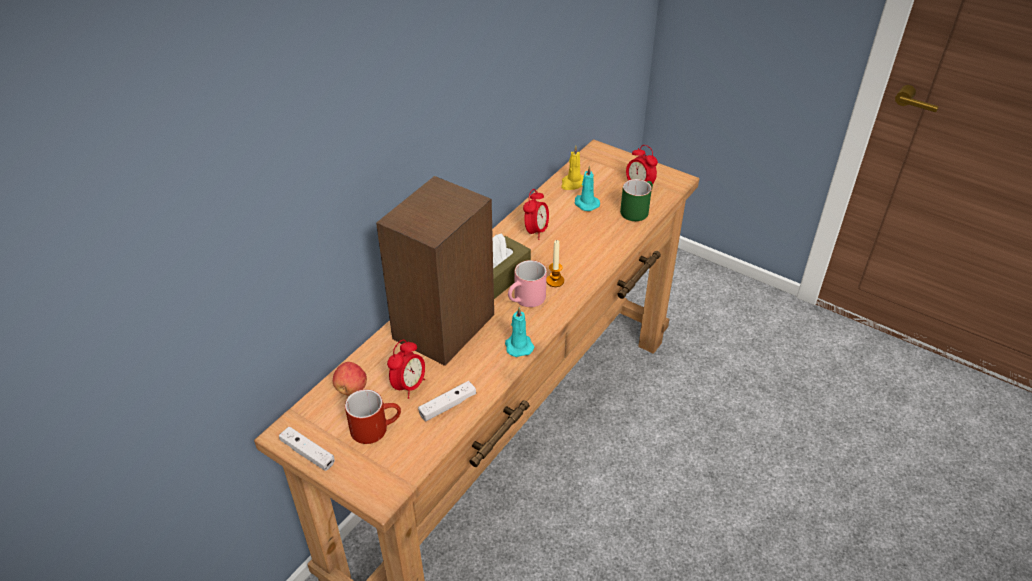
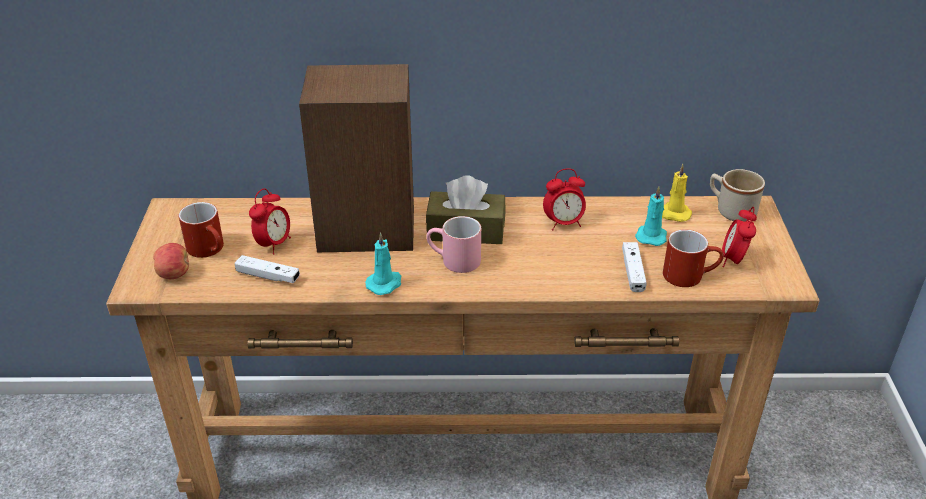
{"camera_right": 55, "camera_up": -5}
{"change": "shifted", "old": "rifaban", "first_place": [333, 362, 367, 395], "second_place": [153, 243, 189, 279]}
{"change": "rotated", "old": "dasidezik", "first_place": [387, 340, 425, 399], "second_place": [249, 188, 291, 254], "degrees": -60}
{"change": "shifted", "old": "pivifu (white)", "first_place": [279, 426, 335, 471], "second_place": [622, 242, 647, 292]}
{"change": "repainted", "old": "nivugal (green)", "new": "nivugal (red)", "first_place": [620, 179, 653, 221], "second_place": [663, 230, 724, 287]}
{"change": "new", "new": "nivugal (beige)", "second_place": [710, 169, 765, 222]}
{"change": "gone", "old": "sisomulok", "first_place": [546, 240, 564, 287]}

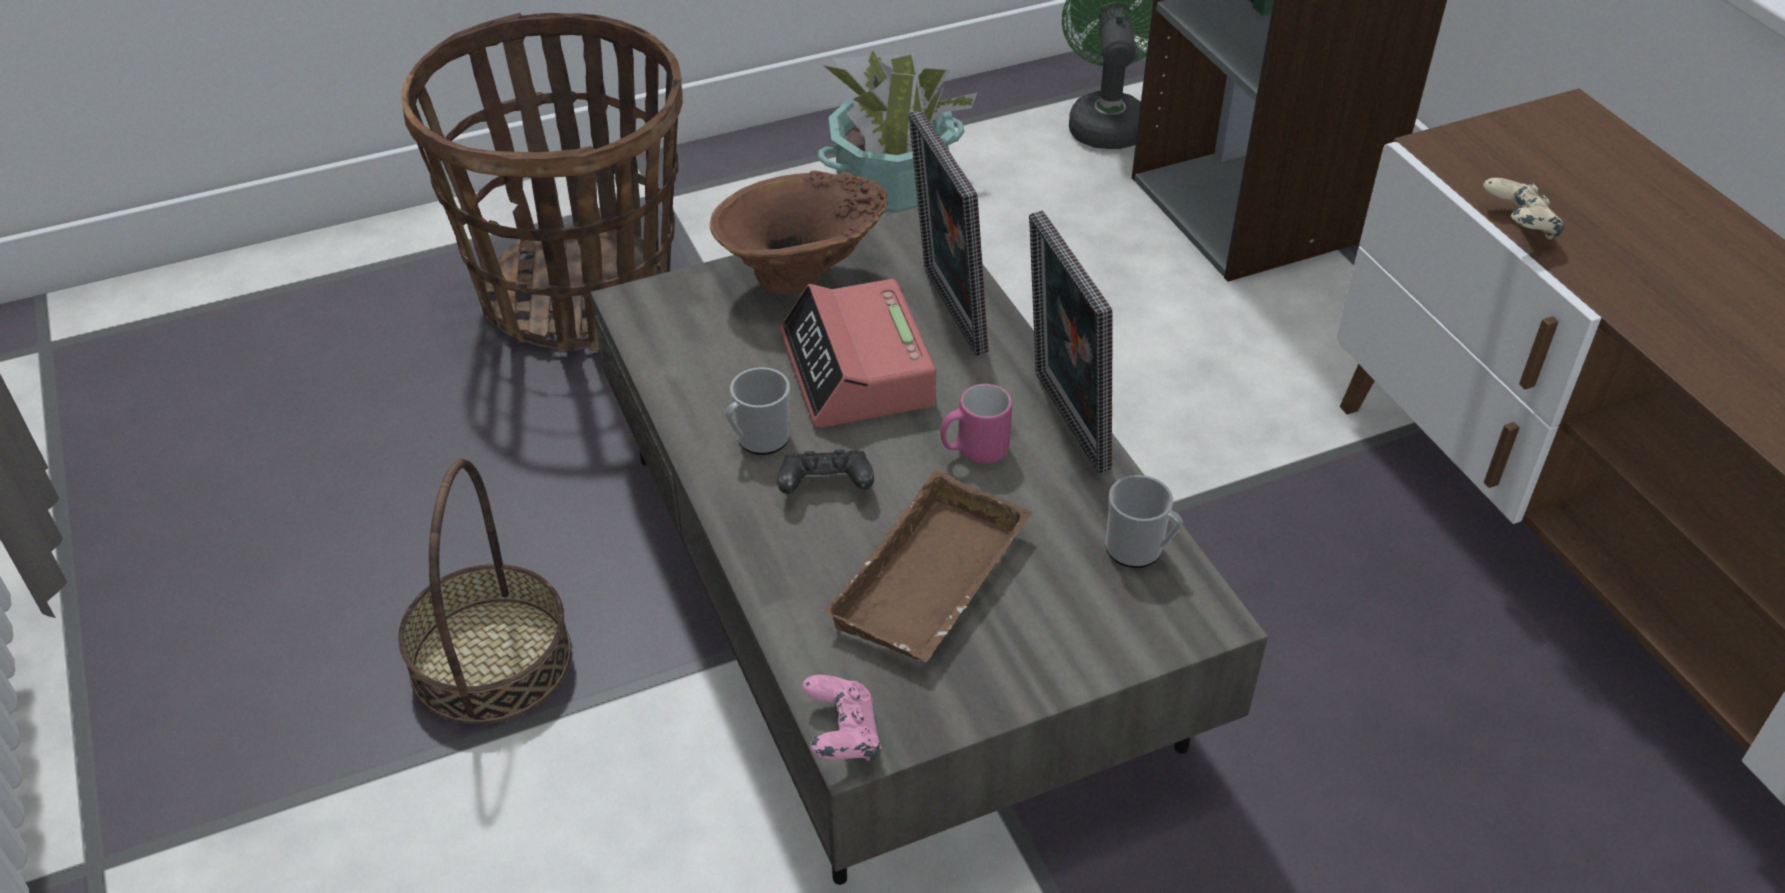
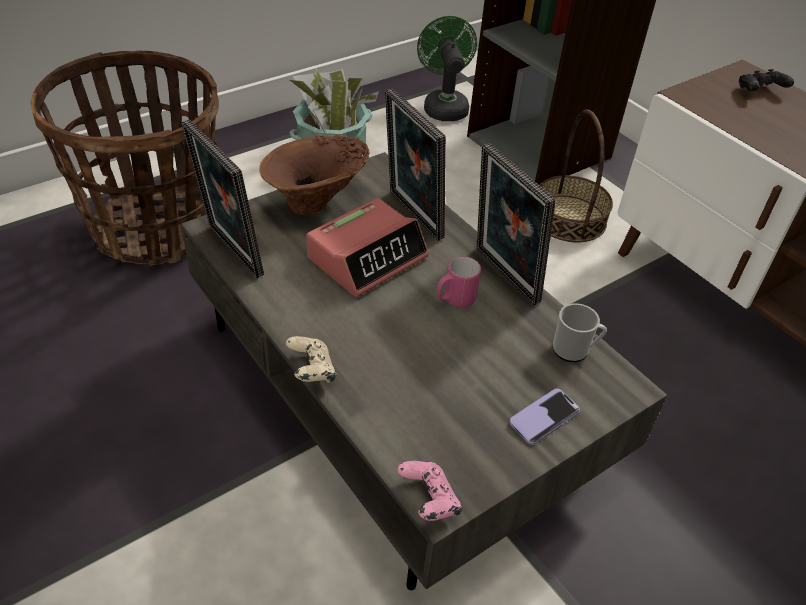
{"camera_right": -15, "camera_up": 0}
{"change": "new", "new": "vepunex", "second_place": [181, 119, 264, 278]}
{"change": "shifted", "old": "pivifu (beige)", "first_place": [1483, 178, 1564, 239], "second_place": [286, 336, 336, 383]}
{"change": "rotated", "old": "dasidezik", "first_place": [780, 279, 936, 428], "second_place": [306, 198, 429, 297], "degrees": -105}
{"change": "new", "new": "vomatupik", "second_place": [509, 388, 580, 445]}
{"change": "shifted", "old": "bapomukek", "first_place": [398, 459, 571, 724], "second_place": [540, 109, 613, 242]}
{"change": "shifted", "old": "pivifu (black)", "first_place": [778, 449, 874, 494], "second_place": [739, 69, 794, 92]}
{"change": "gone", "old": "nivugal", "first_place": [725, 367, 790, 455]}
{"change": "gone", "old": "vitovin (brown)", "first_place": [824, 470, 1032, 662]}

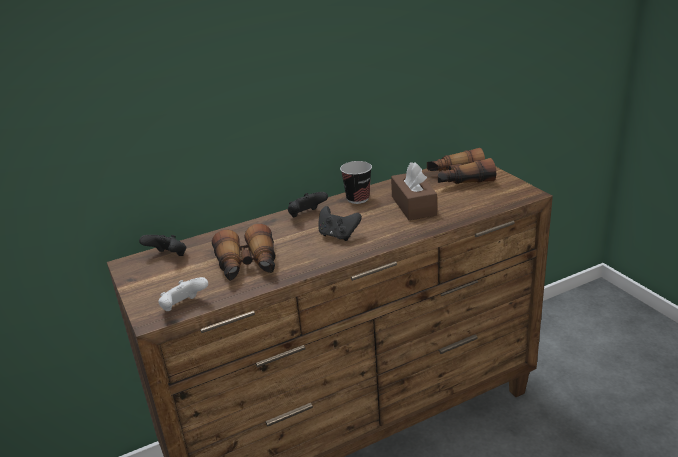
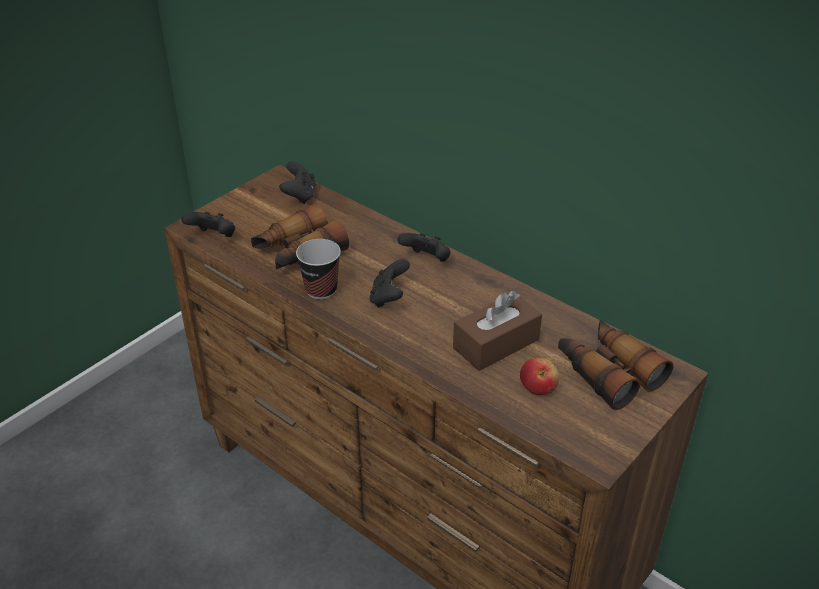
{"camera_right": 65, "camera_up": 10}
{"change": "repainted", "old": "pivifu (white)", "new": "pivifu (black)", "first_place": [158, 277, 208, 311], "second_place": [181, 212, 235, 237]}
{"change": "shifted", "old": "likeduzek", "first_place": [340, 161, 372, 204], "second_place": [296, 239, 341, 300]}
{"change": "new", "new": "rifaban", "second_place": [520, 357, 560, 395]}

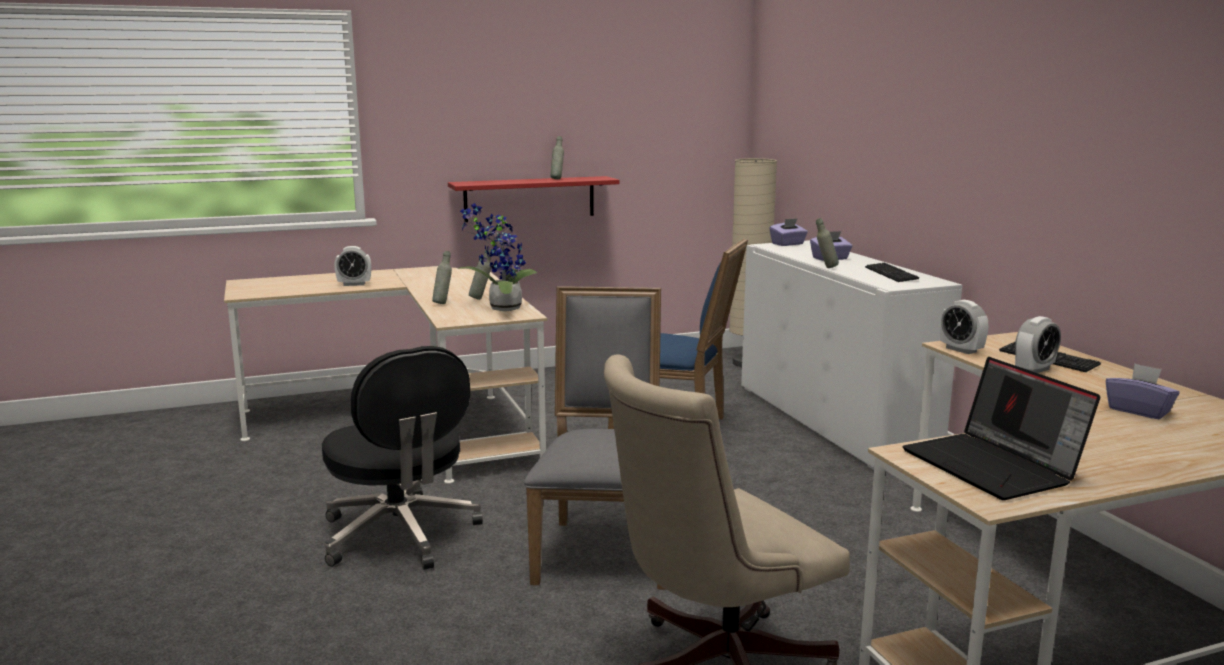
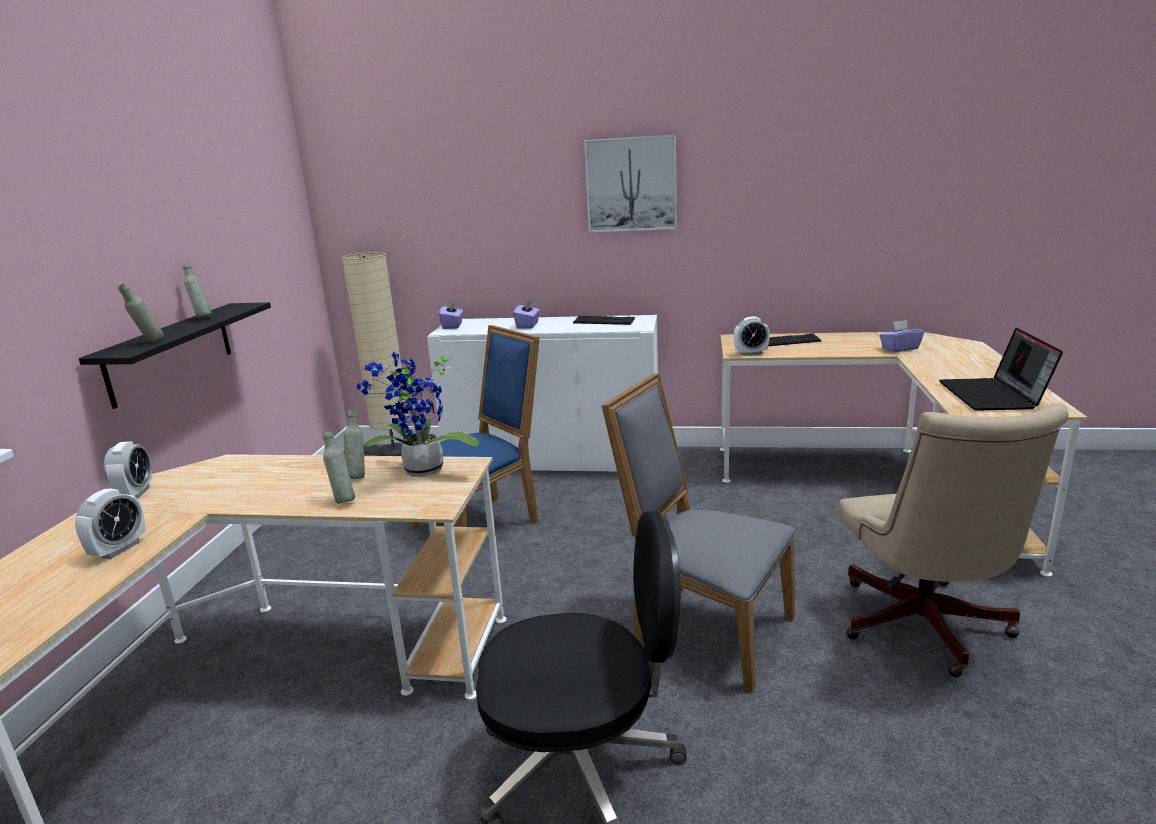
{"camera_right": -60, "camera_up": 5}
{"change": "repainted", "old": "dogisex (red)", "new": "dogisex (black)", "first_place": [448, 176, 619, 222], "second_place": [79, 302, 271, 409]}
{"change": "shifted", "old": "dasidezik", "first_place": [1015, 316, 1061, 373], "second_place": [104, 441, 152, 499]}
{"change": "shifted", "old": "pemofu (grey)", "first_place": [816, 218, 839, 268], "second_place": [118, 284, 164, 342]}
{"change": "new", "new": "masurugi", "second_place": [584, 134, 677, 233]}
{"change": "rotated", "old": "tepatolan", "first_place": [902, 357, 1100, 500], "second_place": [939, 328, 1063, 411], "degrees": 90}

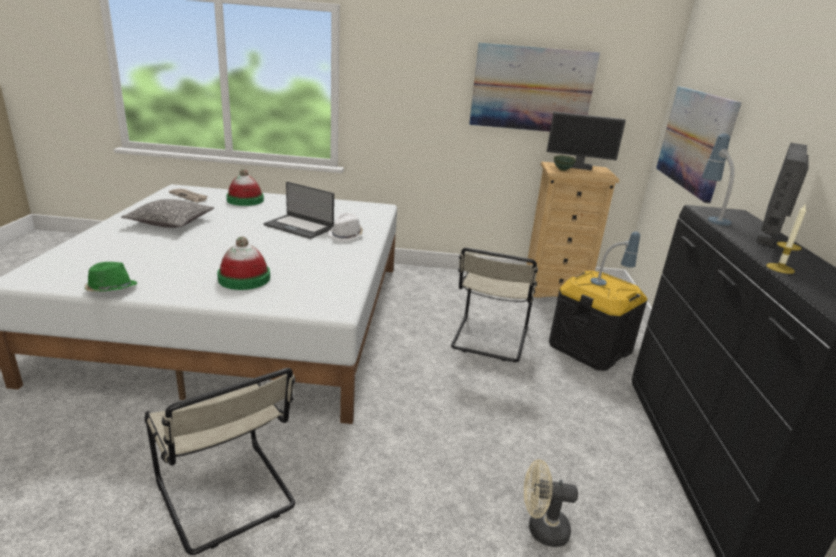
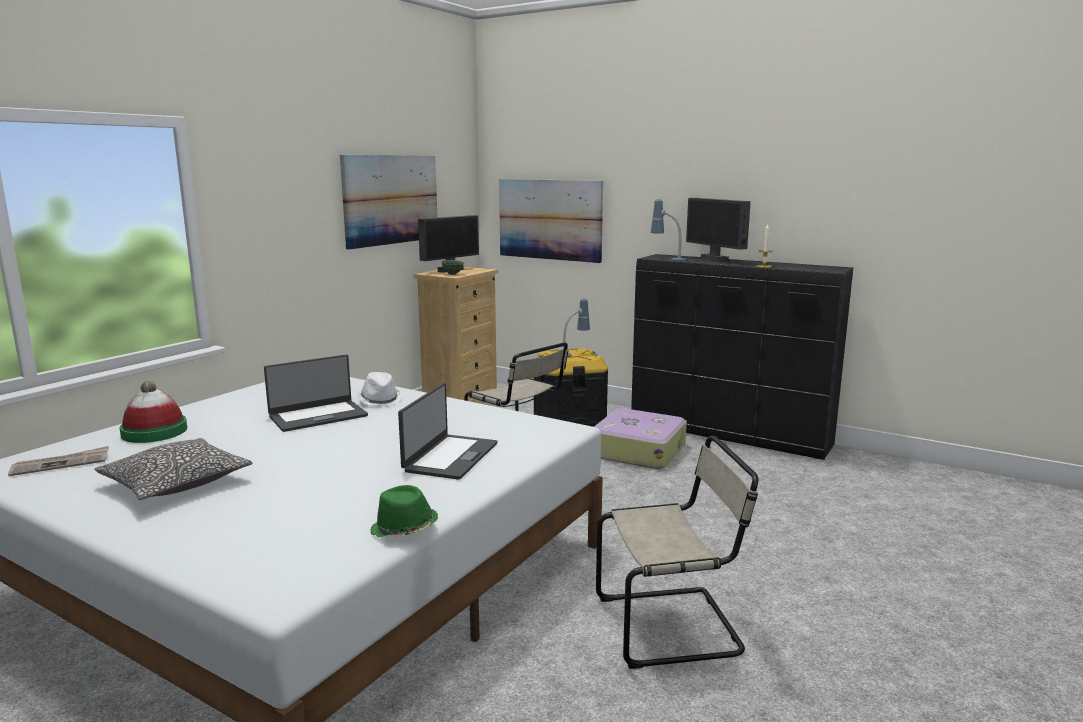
{"camera_right": -60, "camera_up": -10}
{"change": "swapped", "old": "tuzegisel", "new": "tepatolan", "first_place": [217, 237, 270, 290], "second_place": [398, 383, 498, 480]}
{"change": "new", "new": "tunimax", "second_place": [594, 408, 687, 469]}
{"change": "gone", "old": "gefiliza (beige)", "first_place": [524, 459, 578, 547]}

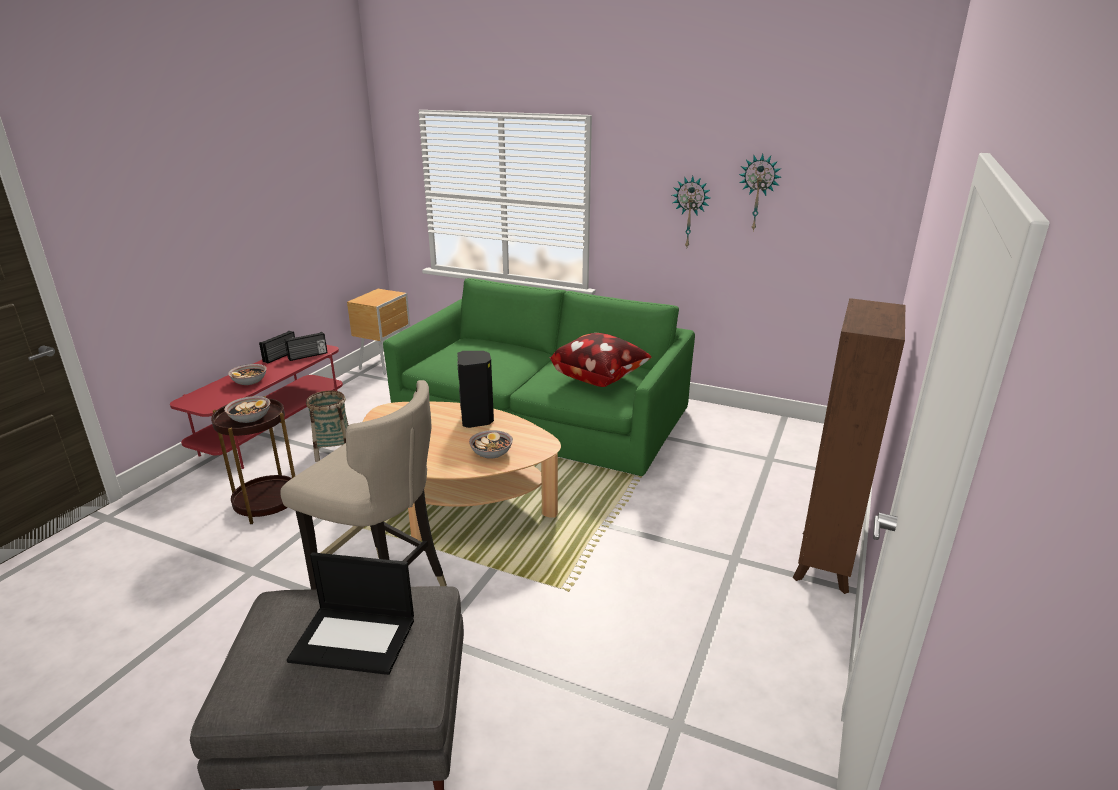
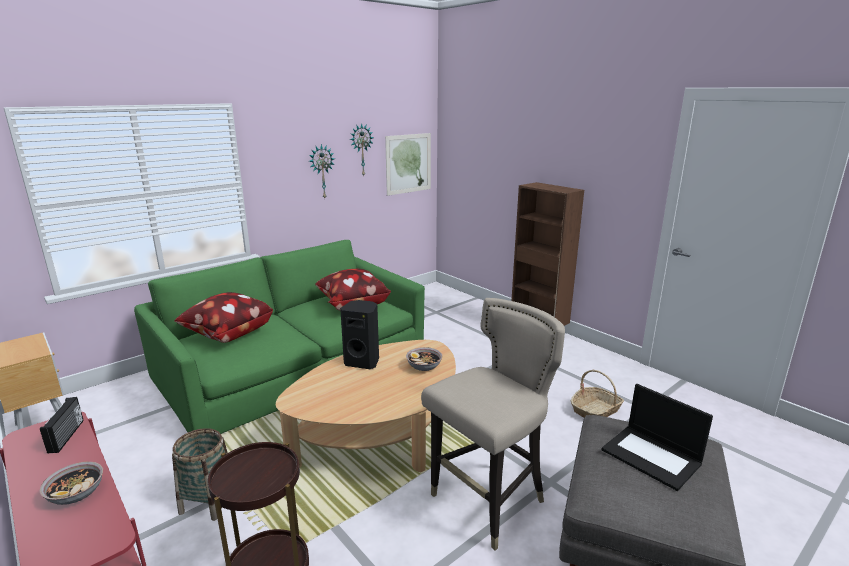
{"camera_right": -65, "camera_up": -5}
{"change": "new", "new": "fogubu", "second_place": [174, 292, 273, 343]}
{"change": "new", "new": "masurugi", "second_place": [385, 133, 431, 196]}
{"change": "new", "new": "bapomukek", "second_place": [571, 370, 624, 418]}
{"change": "rotated", "old": "tepatolan", "first_place": [287, 552, 414, 675], "second_place": [601, 384, 713, 491], "degrees": 105}
{"change": "gone", "old": "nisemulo", "first_place": [224, 396, 270, 423]}
{"change": "gone", "old": "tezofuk", "first_place": [259, 331, 295, 363]}

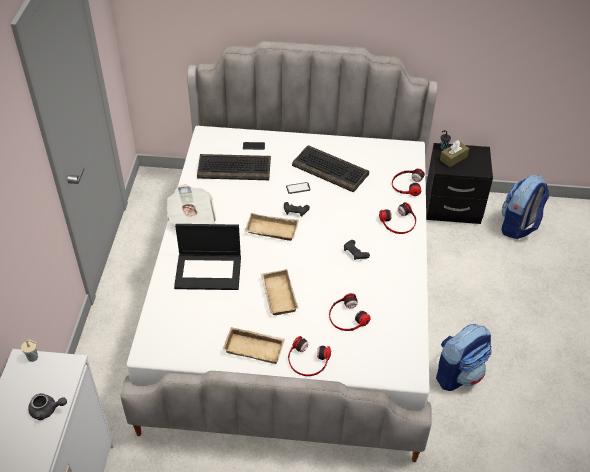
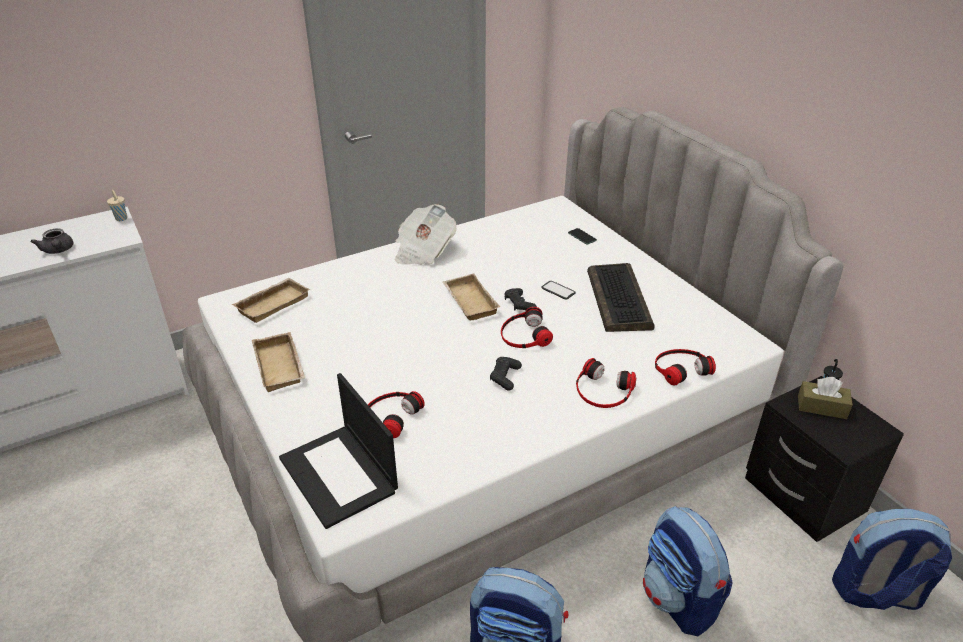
{"camera_right": 55, "camera_up": -10}
{"change": "shifted", "old": "vitovin (beige)", "first_place": [260, 269, 298, 315], "second_place": [232, 278, 310, 323]}
{"change": "shifted", "old": "tepatolan", "first_place": [174, 224, 241, 290], "second_place": [279, 373, 398, 529]}
{"change": "shifted", "old": "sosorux", "first_place": [288, 336, 331, 376], "second_place": [501, 307, 553, 348]}
{"change": "new", "new": "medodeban", "second_place": [643, 506, 733, 636]}
{"change": "gone", "old": "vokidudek", "first_place": [197, 154, 271, 180]}

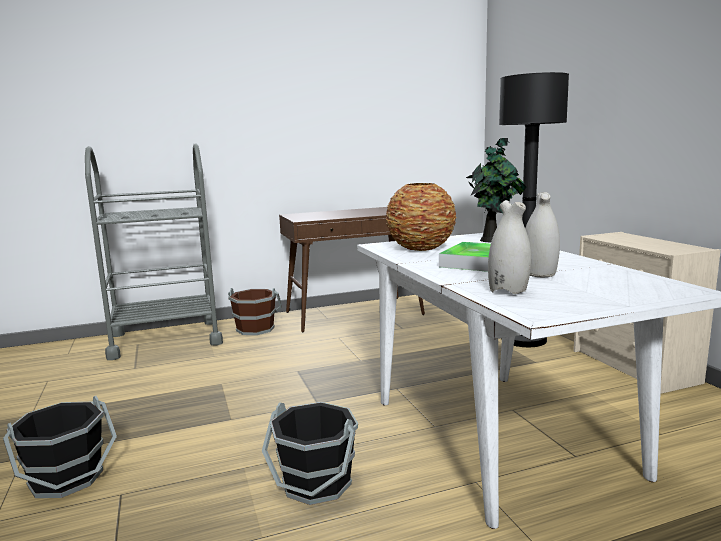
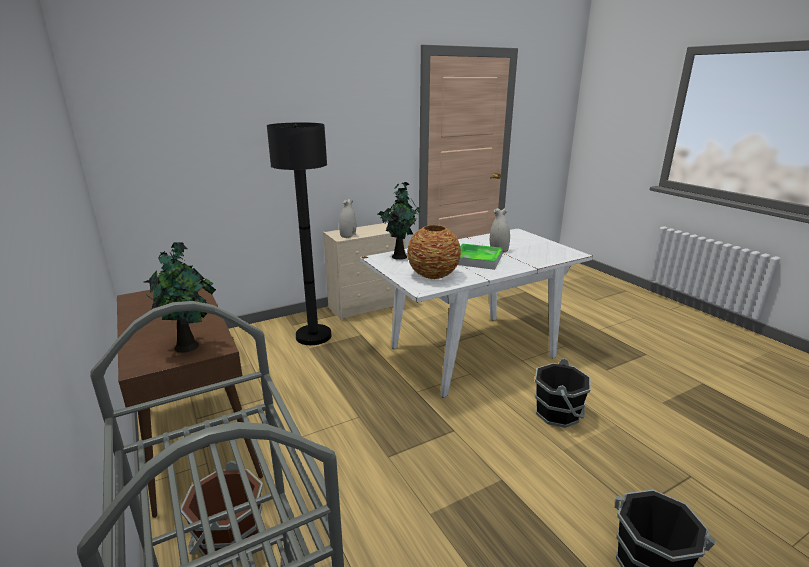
{"camera_right": -100, "camera_up": 10}
{"change": "new", "new": "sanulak", "second_place": [144, 242, 216, 353]}
{"change": "shifted", "old": "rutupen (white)", "first_place": [488, 200, 531, 294], "second_place": [339, 199, 356, 238]}

